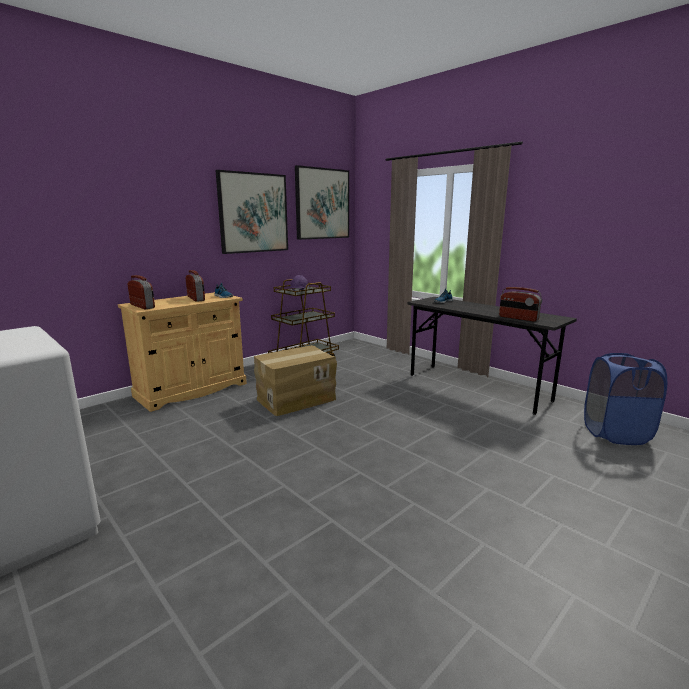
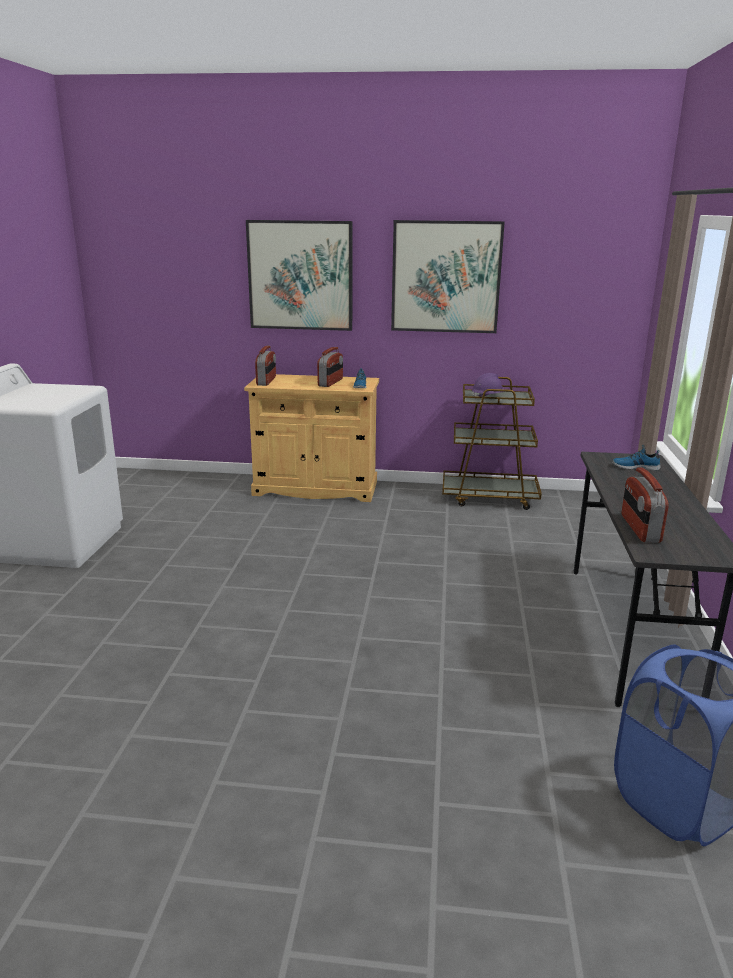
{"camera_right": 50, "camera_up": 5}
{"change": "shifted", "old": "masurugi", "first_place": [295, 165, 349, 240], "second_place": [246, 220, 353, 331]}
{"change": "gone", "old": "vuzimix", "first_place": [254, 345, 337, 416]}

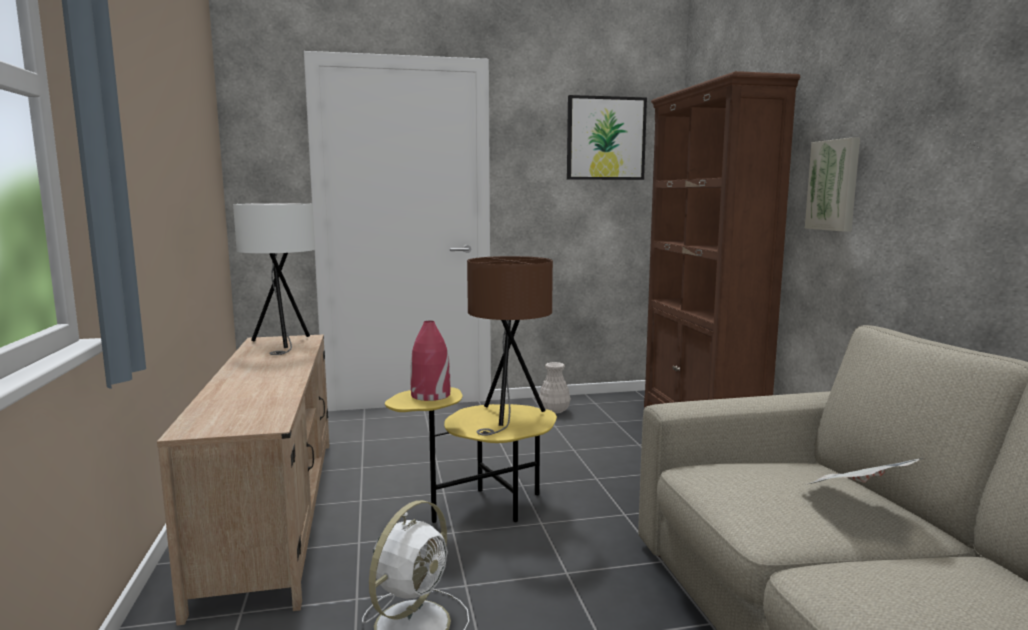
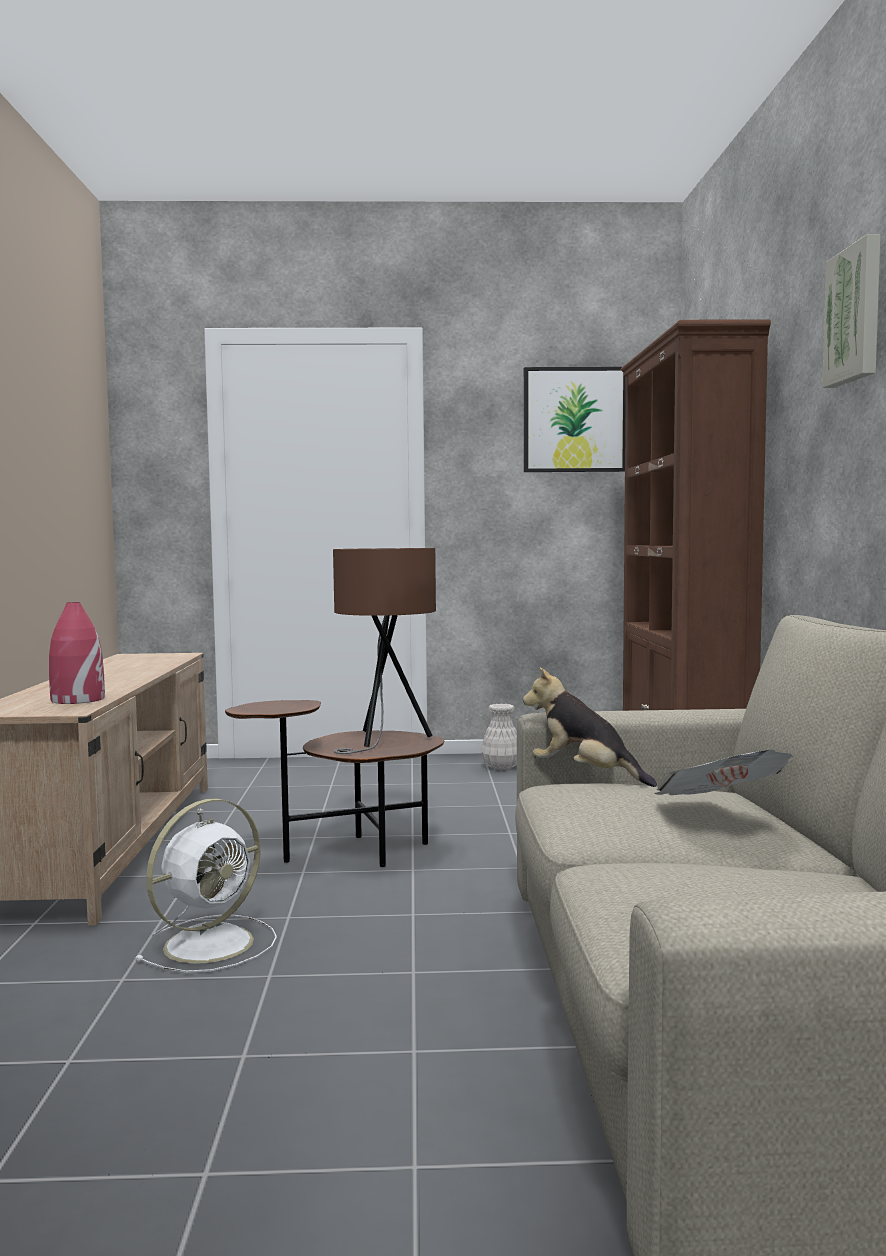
{"camera_right": 10, "camera_up": -5}
{"change": "shifted", "old": "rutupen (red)", "first_place": [410, 321, 450, 401], "second_place": [49, 602, 105, 704]}
{"change": "repainted", "old": "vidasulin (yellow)", "new": "vidasulin (brown)", "first_place": [385, 387, 557, 523], "second_place": [225, 700, 444, 867]}
{"change": "new", "new": "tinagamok", "second_place": [523, 668, 657, 787]}
{"change": "shifted", "old": "masurugi", "first_place": [805, 137, 860, 232], "second_place": [822, 234, 880, 388]}
{"change": "gone", "old": "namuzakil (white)", "first_place": [233, 203, 315, 355]}

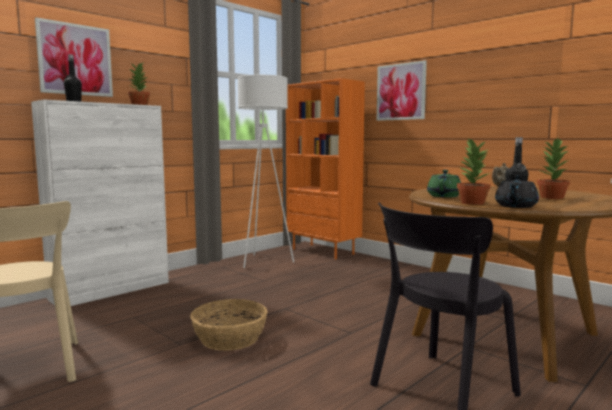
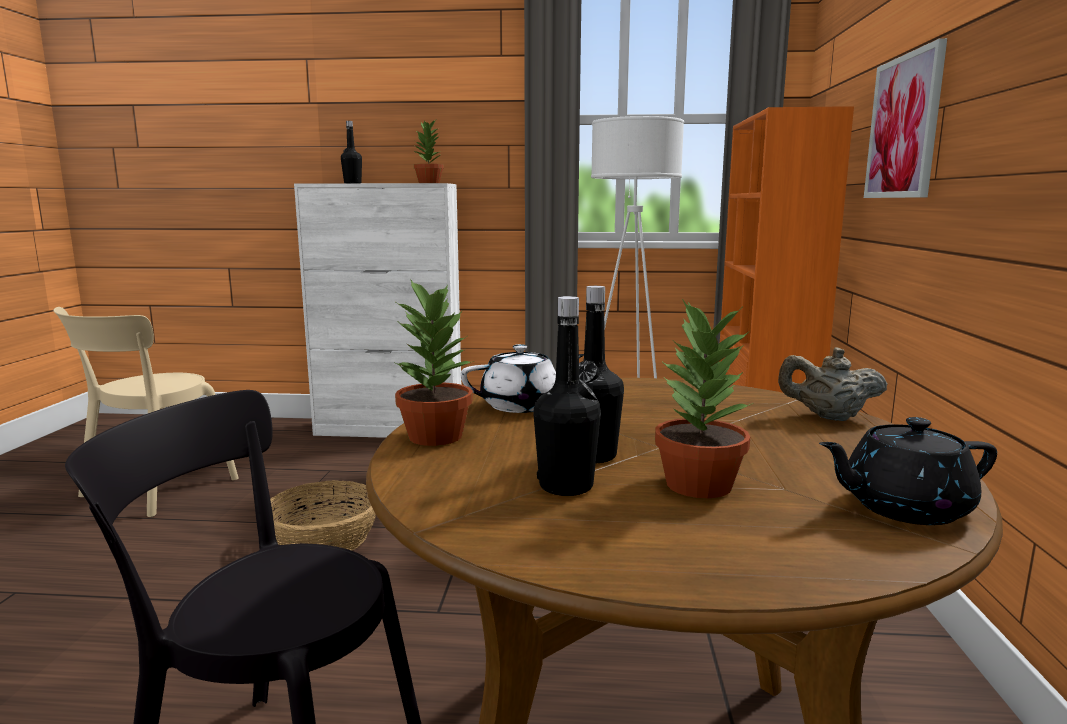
{"camera_right": 50, "camera_up": 5}
{"change": "repainted", "old": "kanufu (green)", "new": "kanufu (white)", "first_place": [427, 170, 461, 198], "second_place": [461, 344, 584, 413]}
{"change": "new", "new": "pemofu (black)", "second_place": [533, 296, 601, 496]}
{"change": "shifted", "old": "kanufu (black)", "first_place": [495, 175, 539, 208], "second_place": [819, 417, 997, 525]}
{"change": "gone", "old": "masurugi", "first_place": [35, 17, 113, 97]}

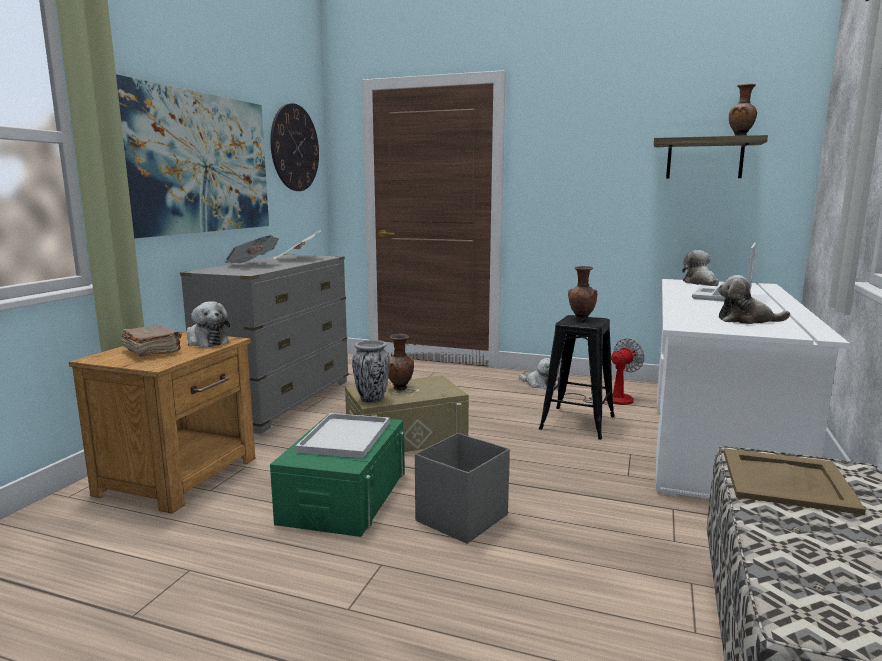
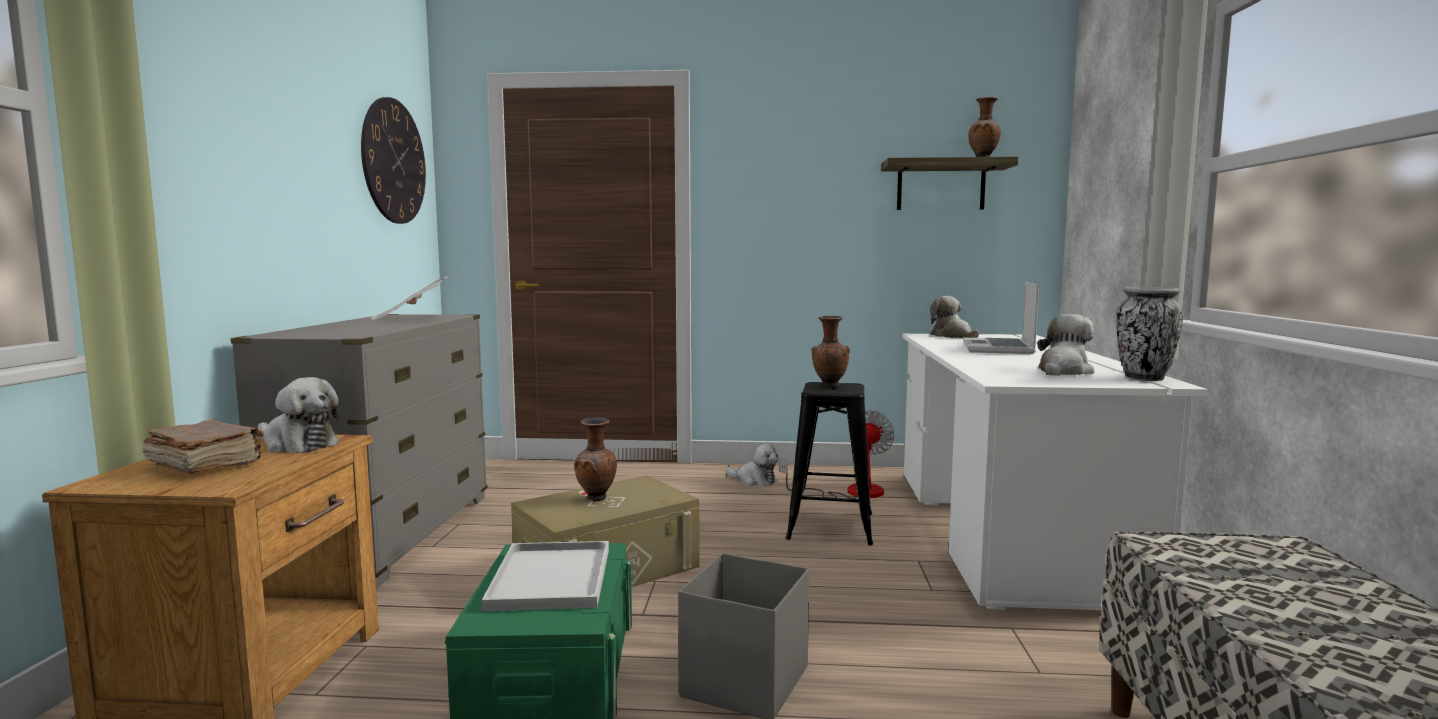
{"camera_right": -15, "camera_up": -5}
{"change": "rotated", "old": "tinagamok", "first_place": [718, 275, 790, 324], "second_place": [1037, 314, 1094, 376], "degrees": 135}
{"change": "shifted", "old": "rutupen", "first_place": [352, 340, 390, 403], "second_place": [1116, 287, 1184, 381]}
{"change": "gone", "old": "masurugi", "first_place": [116, 74, 269, 238]}
{"change": "gone", "old": "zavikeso", "first_place": [225, 235, 279, 263]}
{"change": "gone", "old": "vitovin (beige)", "first_place": [724, 448, 866, 515]}

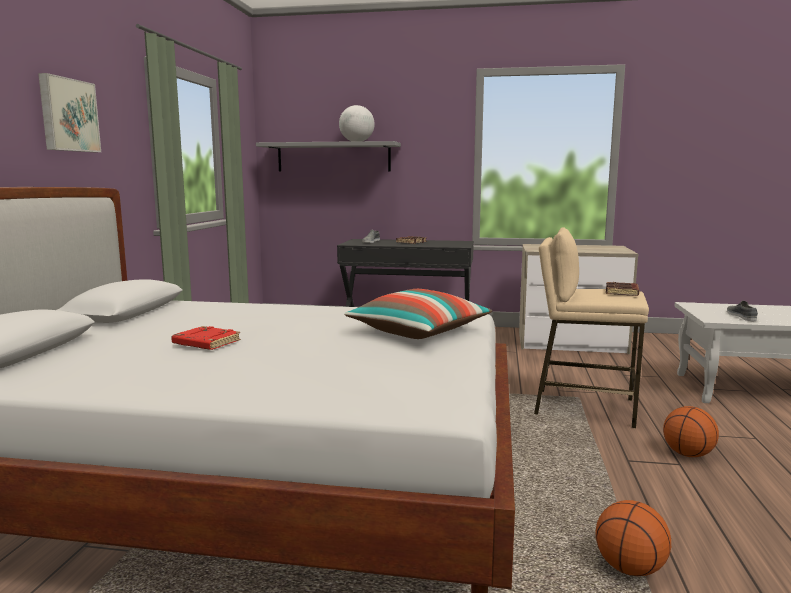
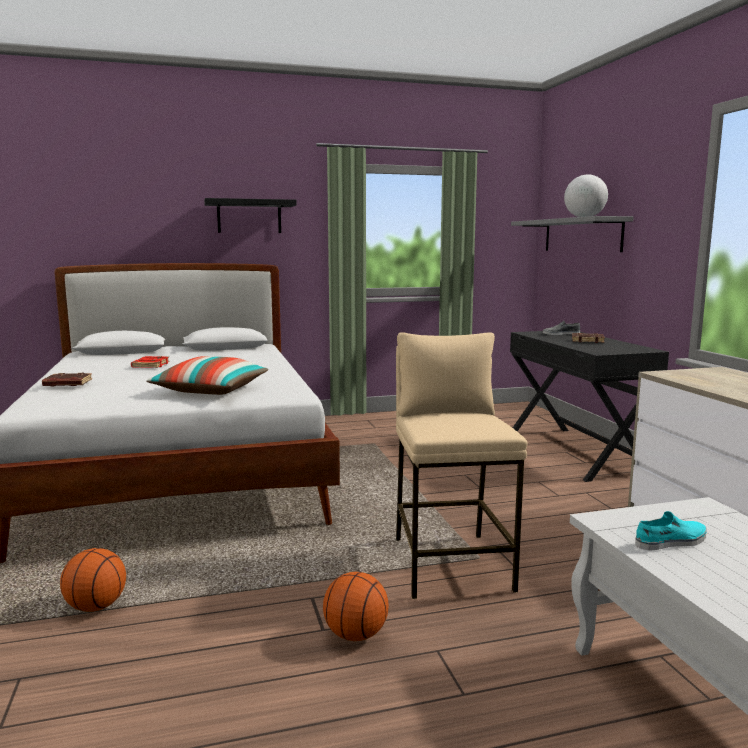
{"camera_right": 65, "camera_up": 0}
{"change": "shifted", "old": "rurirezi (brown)", "first_place": [606, 282, 639, 296], "second_place": [42, 372, 92, 386]}
{"change": "swapped", "old": "masurugi", "new": "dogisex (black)", "first_place": [38, 73, 101, 152], "second_place": [204, 198, 297, 233]}
{"change": "repainted", "old": "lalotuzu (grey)", "new": "lalotuzu (turquoise)", "first_place": [727, 301, 758, 321], "second_place": [635, 511, 706, 550]}

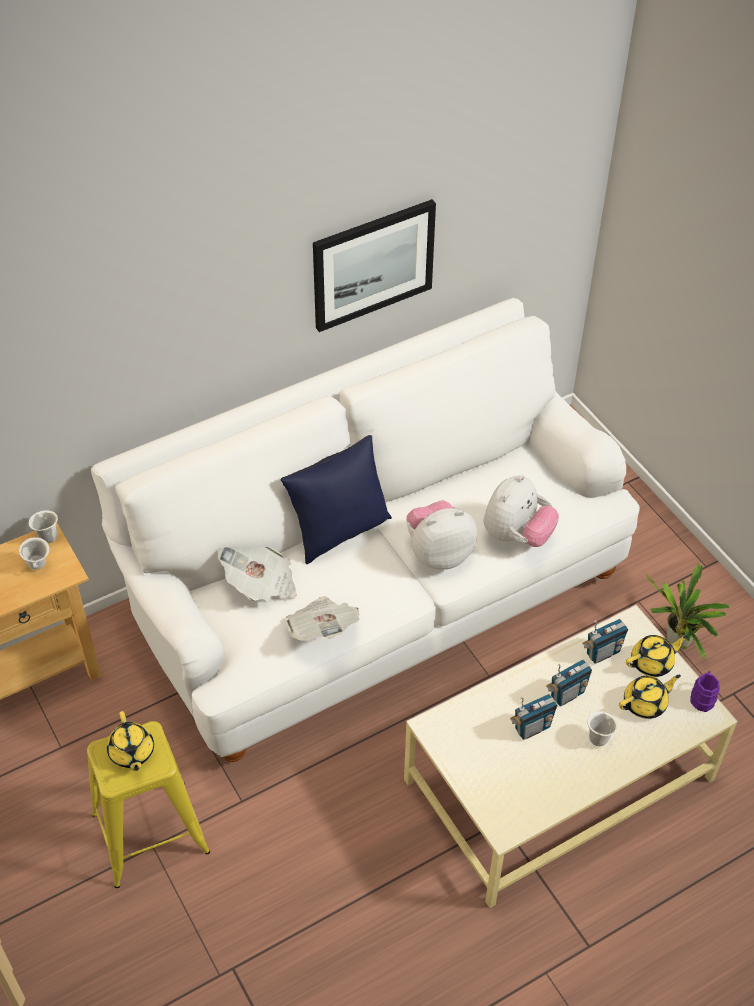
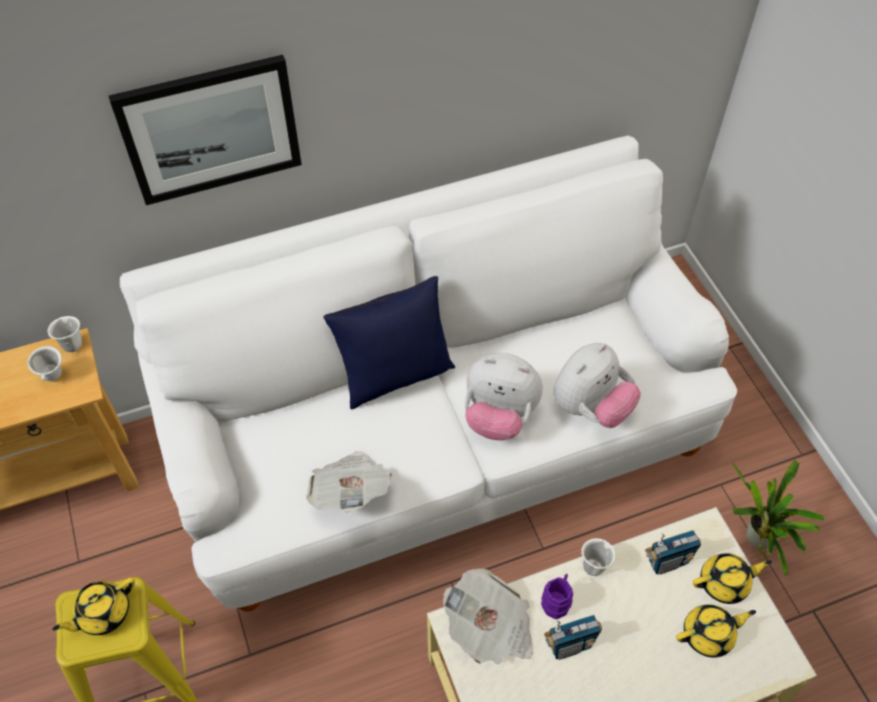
{"camera_right": 10, "camera_up": 5}
{"change": "rotated", "old": "kanufu (yellow)", "first_place": [107, 711, 154, 771], "second_place": [52, 577, 135, 635], "degrees": 60}
{"change": "shifted", "old": "masurugi", "first_place": [313, 199, 436, 332], "second_place": [109, 55, 302, 205]}
{"change": "shifted", "old": "zavikeso", "first_place": [218, 547, 297, 602], "second_place": [443, 568, 533, 665]}
{"change": "rotated", "old": "tinagamok", "first_place": [406, 500, 477, 570], "second_place": [465, 353, 543, 440], "degrees": -150}
{"change": "shifted", "old": "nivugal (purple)", "first_place": [690, 671, 720, 712], "second_place": [541, 574, 573, 619]}
{"change": "shifted", "old": "nivugal (white)", "first_place": [587, 711, 618, 746], "second_place": [581, 538, 616, 576]}
{"change": "gone", "old": "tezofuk", "first_place": [546, 660, 592, 706]}

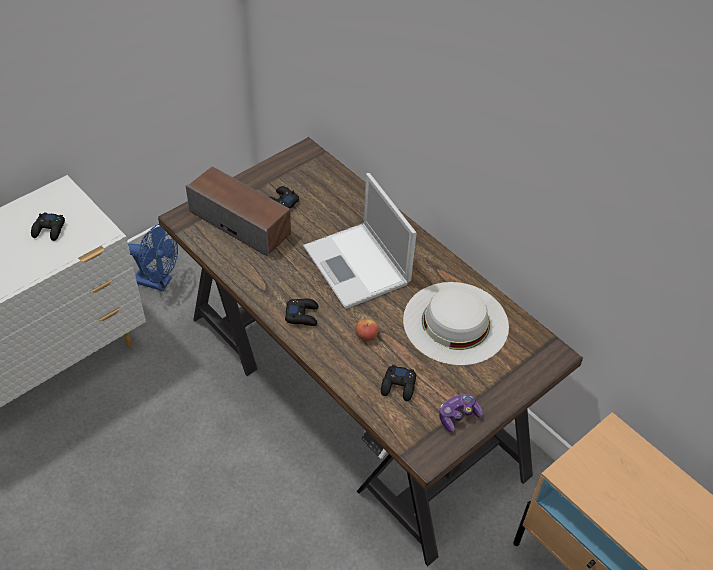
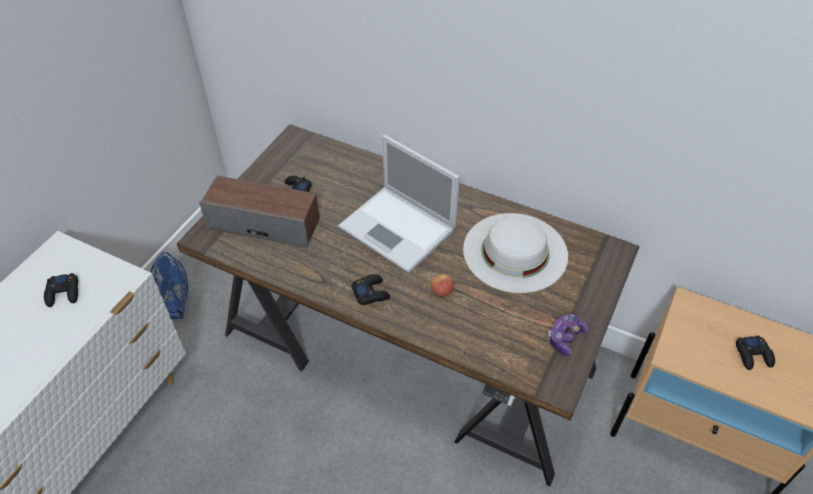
{"camera_right": -20, "camera_up": 0}
{"change": "shifted", "old": "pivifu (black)", "first_place": [381, 365, 416, 401], "second_place": [736, 335, 775, 370]}

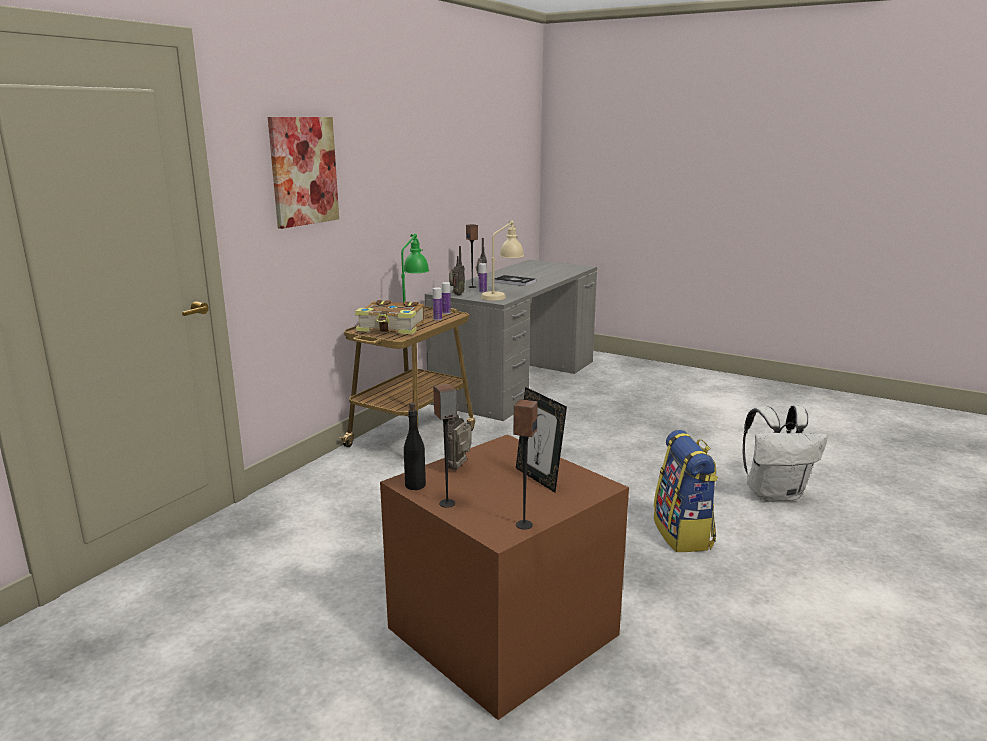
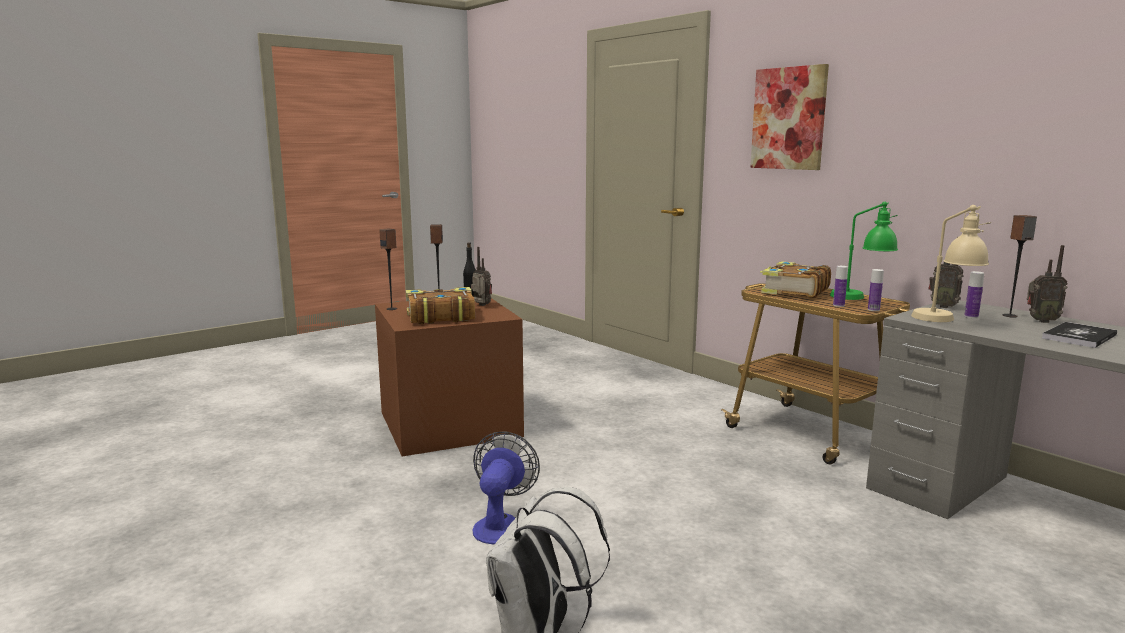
{"camera_right": 110, "camera_up": -5}
{"change": "swapped", "old": "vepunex", "new": "rurirezi", "first_place": [516, 387, 567, 493], "second_place": [406, 287, 475, 324]}
{"change": "swapped", "old": "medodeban", "new": "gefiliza", "first_place": [654, 430, 718, 552], "second_place": [473, 432, 540, 544]}

